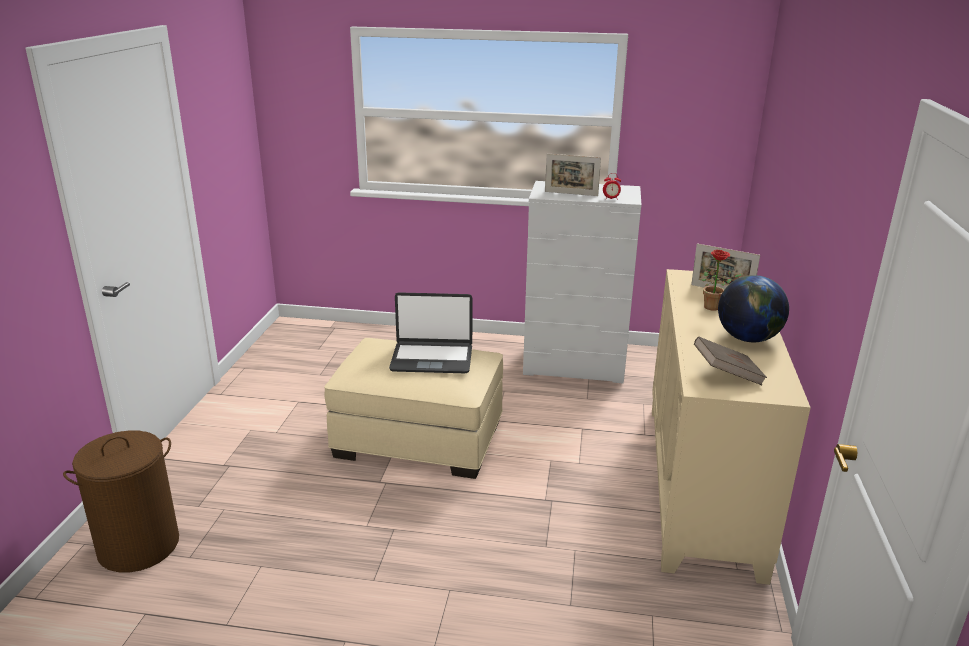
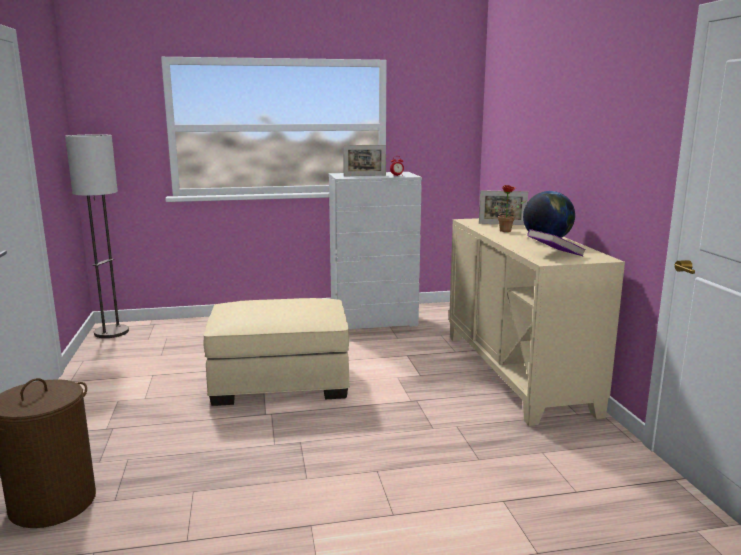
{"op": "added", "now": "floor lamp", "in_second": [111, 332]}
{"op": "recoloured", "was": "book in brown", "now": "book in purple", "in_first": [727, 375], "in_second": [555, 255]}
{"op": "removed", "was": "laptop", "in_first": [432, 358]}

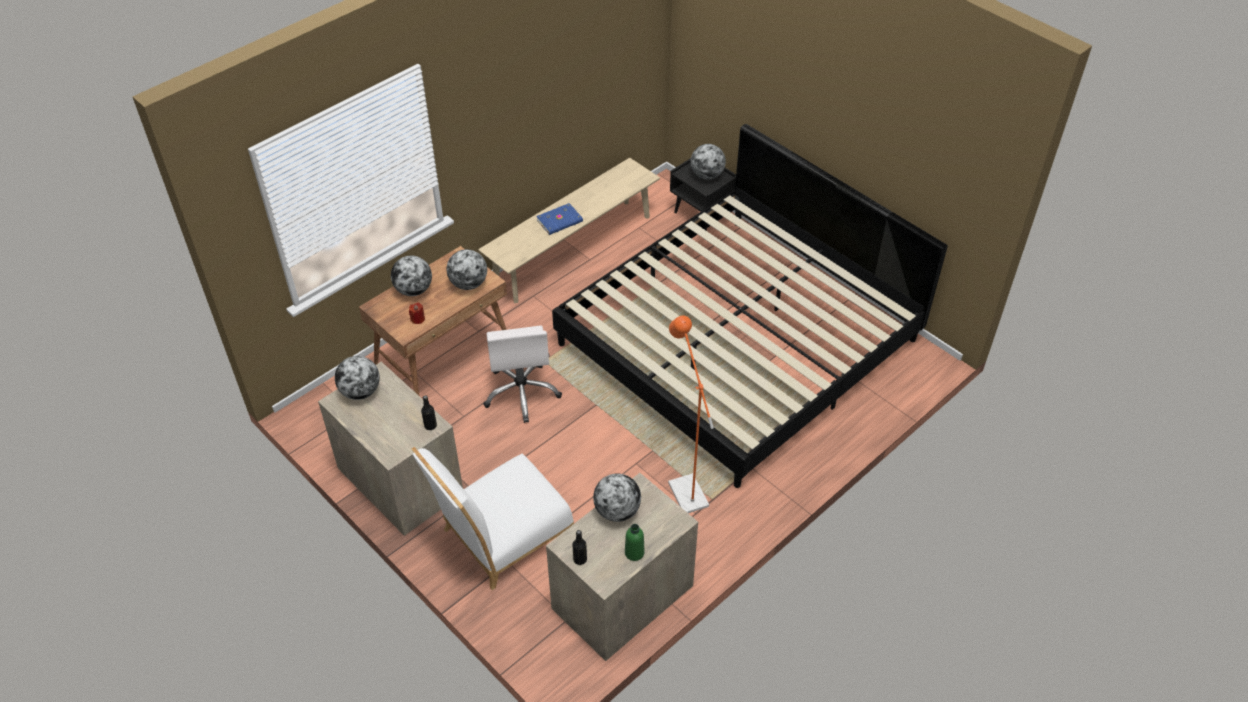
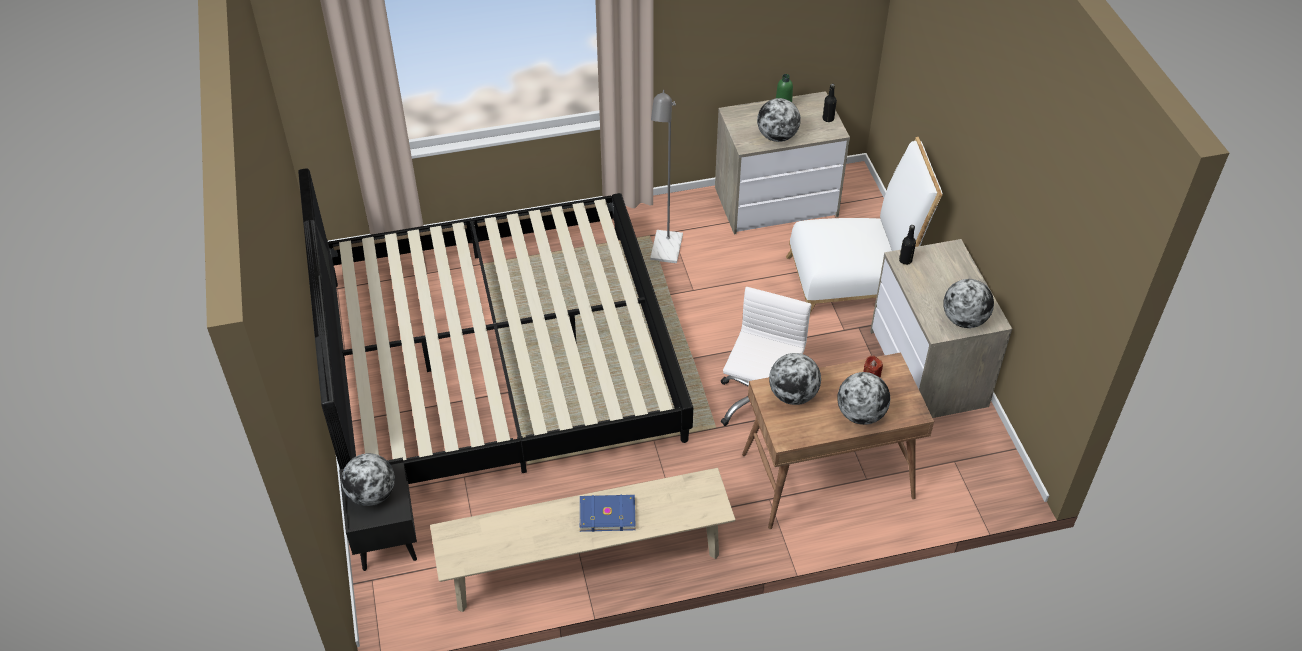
{"op": "recoloured", "was": "floor lamp in orange", "now": "floor lamp in grey", "in_first": [684, 488], "in_second": [665, 253]}

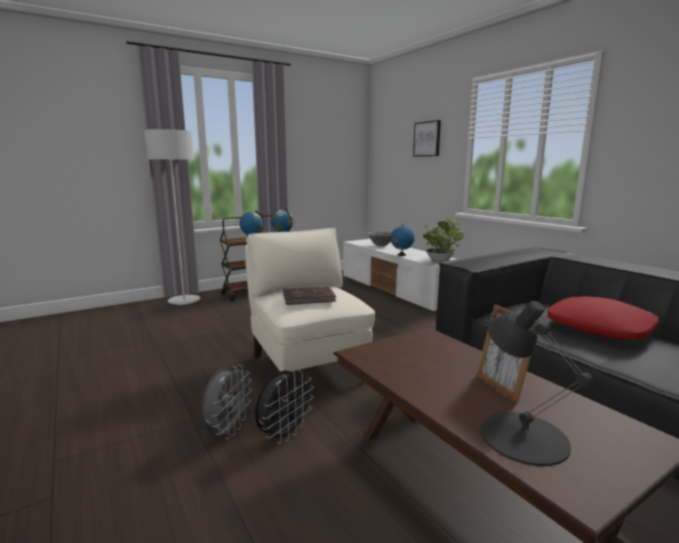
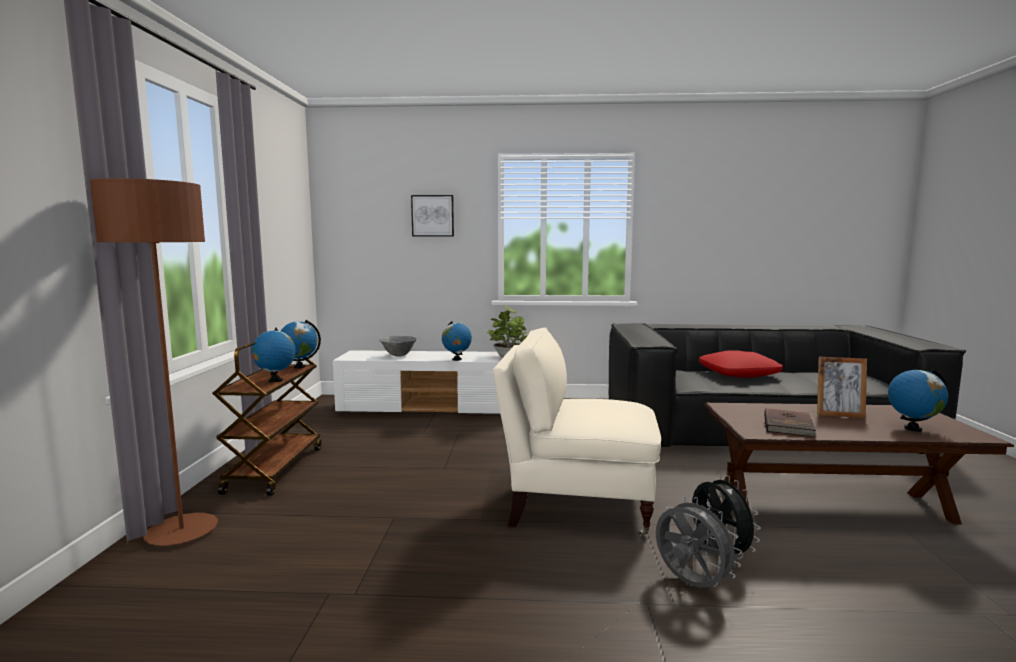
{"op": "recoloured", "was": "floor lamp in grey", "now": "floor lamp in brown", "in_first": [184, 301], "in_second": [182, 532]}
{"op": "moved", "was": "book in brown", "in_first": [309, 298], "in_second": [789, 425]}
{"op": "replaced", "was": "table lamp in black", "now": "globe", "in_first": [522, 436], "in_second": [913, 428]}

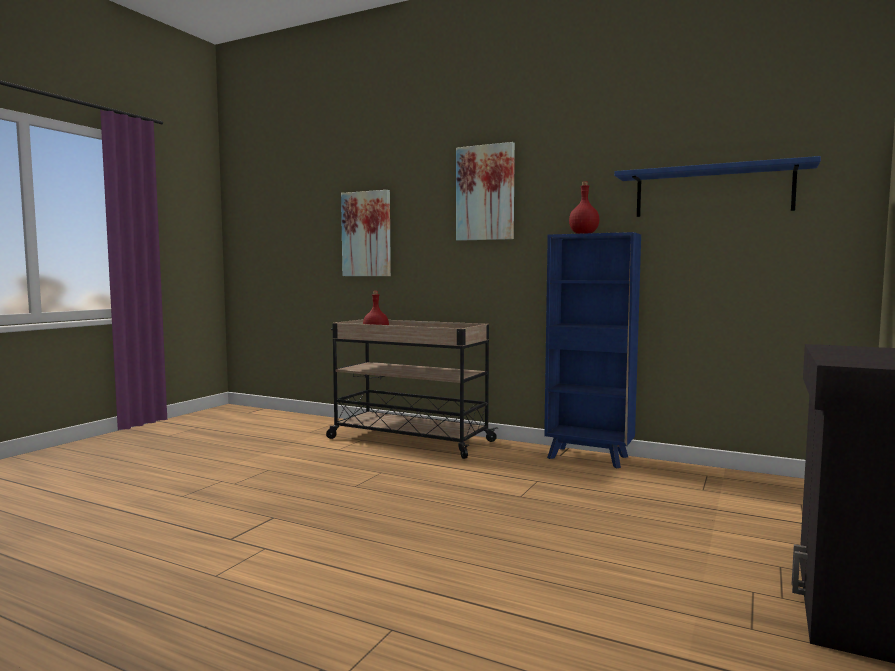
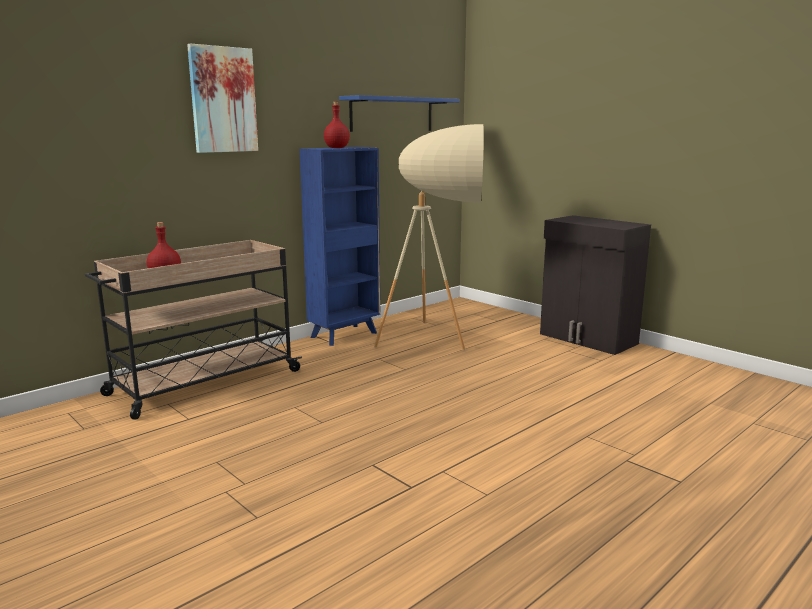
{"op": "added", "now": "floor lamp in beige", "in_second": [439, 340]}
{"op": "removed", "was": "picture", "in_first": [367, 234]}

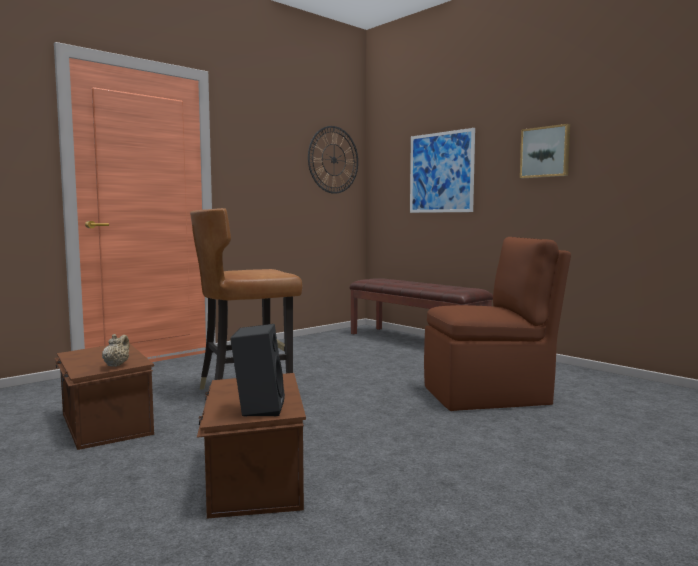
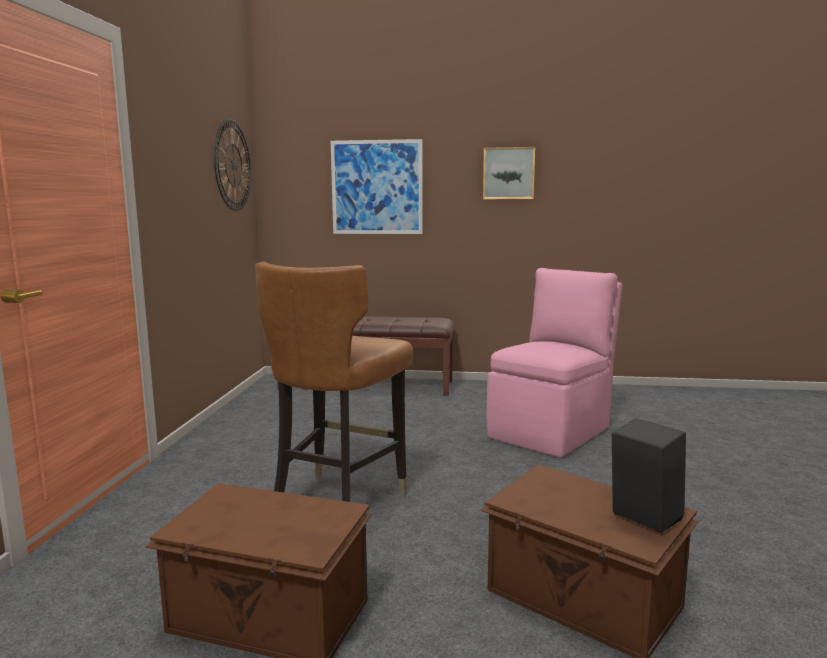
{"op": "recoloured", "was": "chair in brown", "now": "chair in pink", "in_first": [489, 396], "in_second": [551, 431]}
{"op": "removed", "was": "teapot in beige", "in_first": [116, 365]}

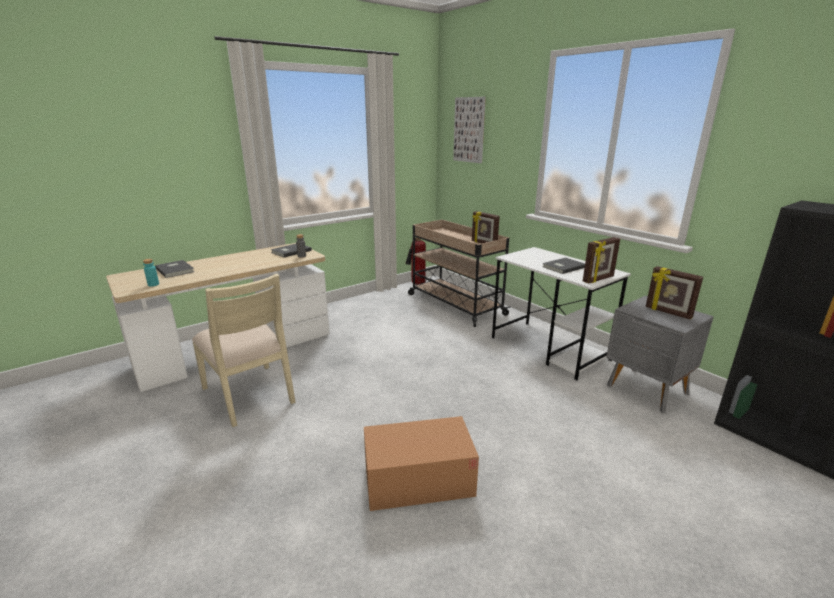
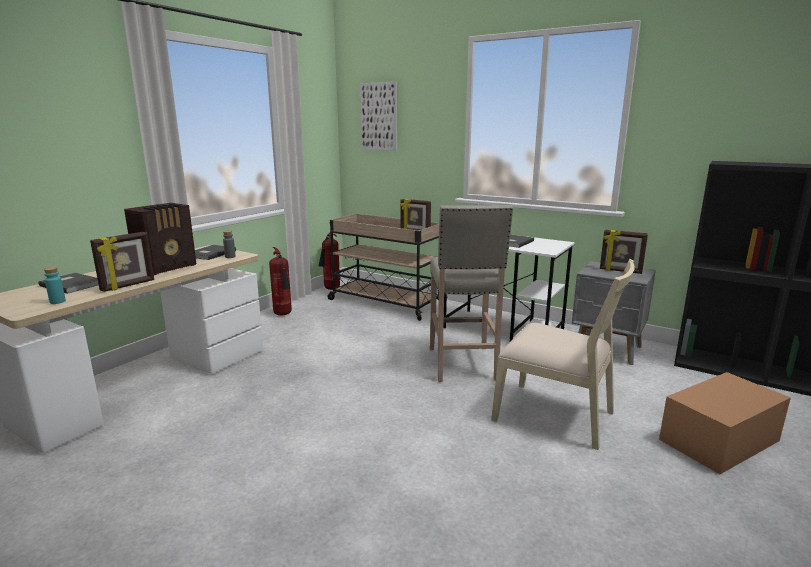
{"op": "moved", "was": "picture frame", "in_first": [598, 279], "in_second": [128, 285]}
{"op": "added", "now": "radio", "in_second": [168, 267]}
{"op": "added", "now": "fire extinguisher", "in_second": [284, 315]}
{"op": "added", "now": "stool in beige", "in_second": [462, 364]}
{"op": "moved", "was": "chair in beige", "in_first": [250, 394], "in_second": [555, 415]}
{"op": "moved", "was": "cardboard box", "in_first": [418, 480], "in_second": [719, 440]}

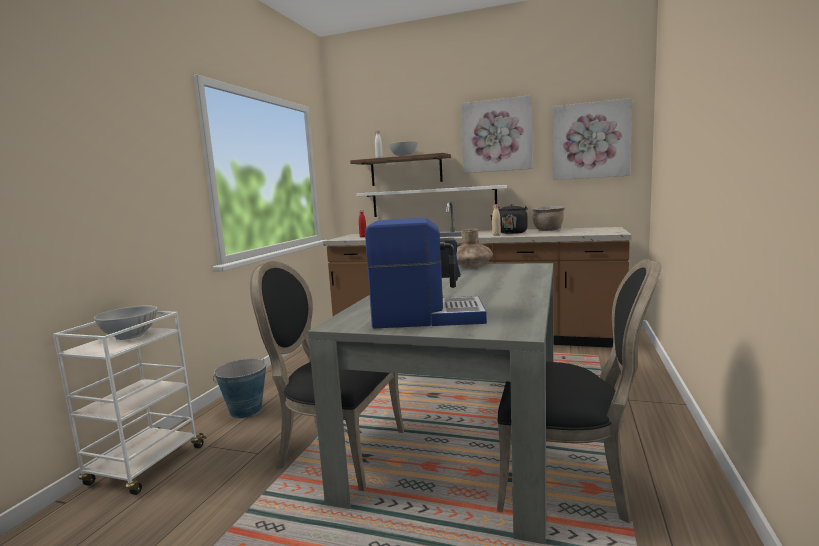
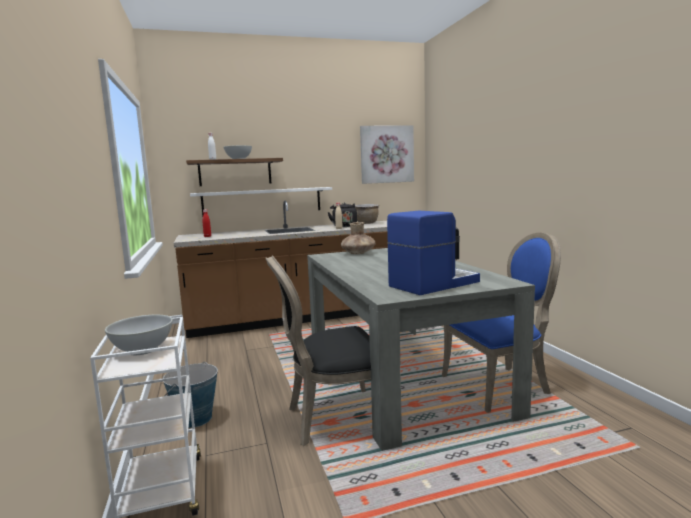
{"op": "recoloured", "was": "chair in black", "now": "chair in blue", "in_first": [568, 482], "in_second": [499, 386]}
{"op": "removed", "was": "picture", "in_first": [496, 136]}

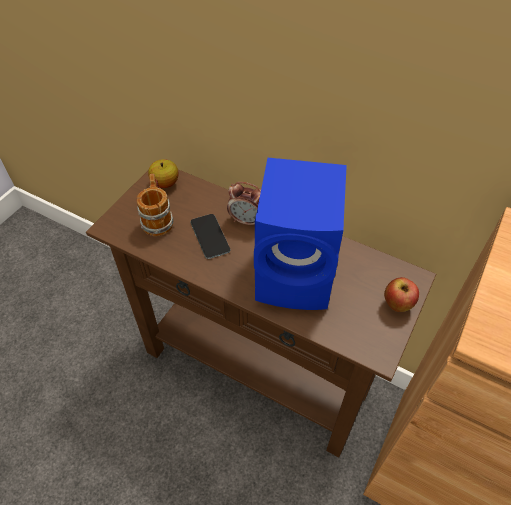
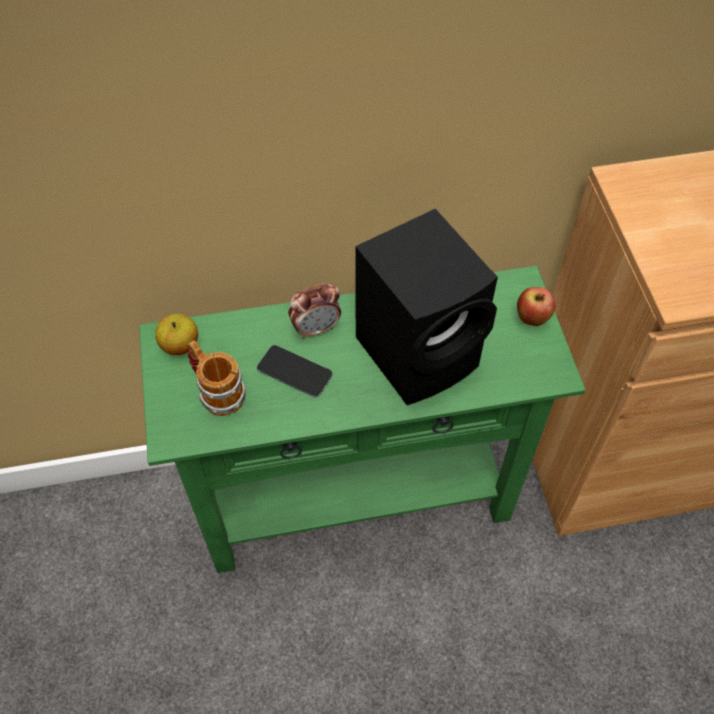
{"op": "recoloured", "was": "console table in brown", "now": "console table in green", "in_first": [255, 371], "in_second": [357, 499]}
{"op": "recoloured", "was": "speaker in blue", "now": "speaker in black", "in_first": [298, 275], "in_second": [421, 351]}

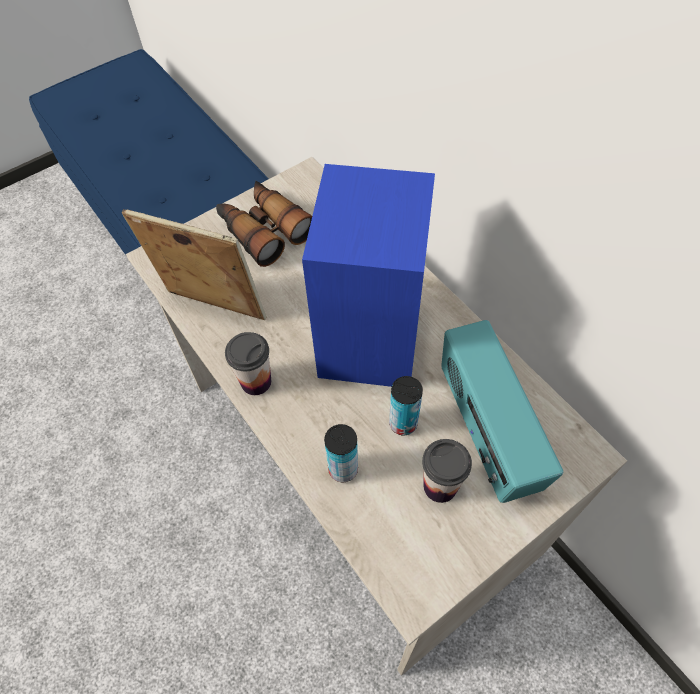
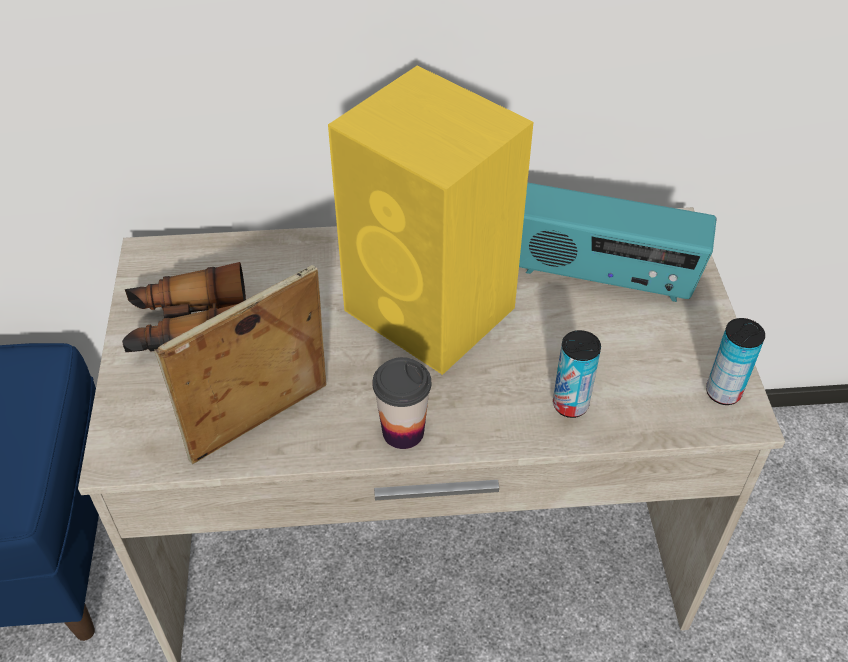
{"op": "recoloured", "was": "speaker in blue", "now": "speaker in yellow", "in_first": [369, 342], "in_second": [432, 311]}
{"op": "moved", "was": "can", "in_first": [403, 423], "in_second": [723, 392]}
{"op": "removed", "was": "cup", "in_first": [440, 486]}

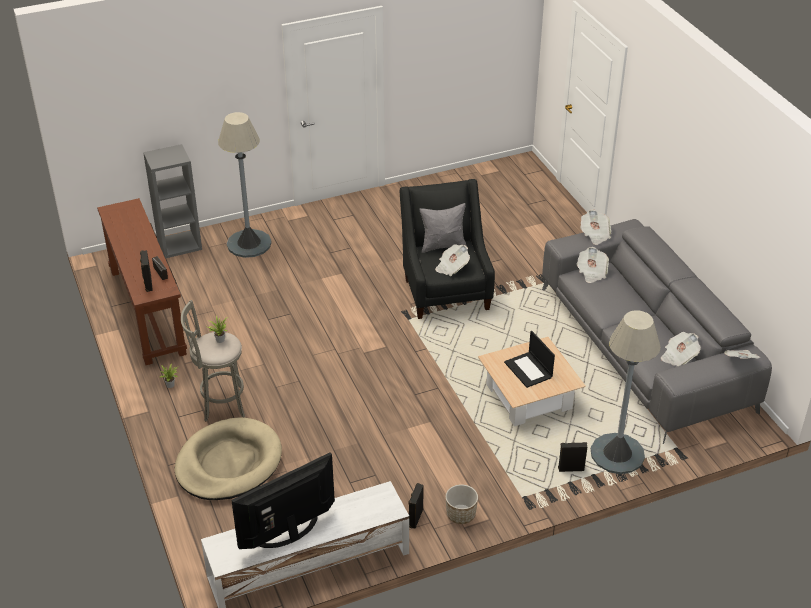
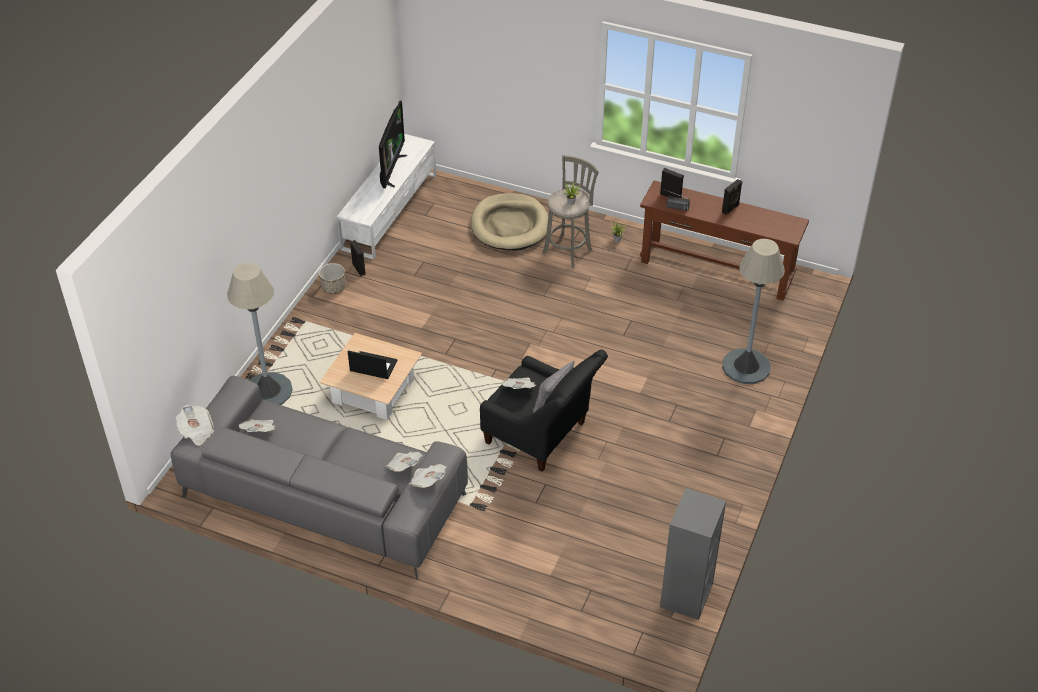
{"op": "moved", "was": "bookcase in grey", "in_first": [180, 244], "in_second": [687, 595]}
{"op": "moved", "was": "speaker in black", "in_first": [571, 468], "in_second": [731, 209]}

